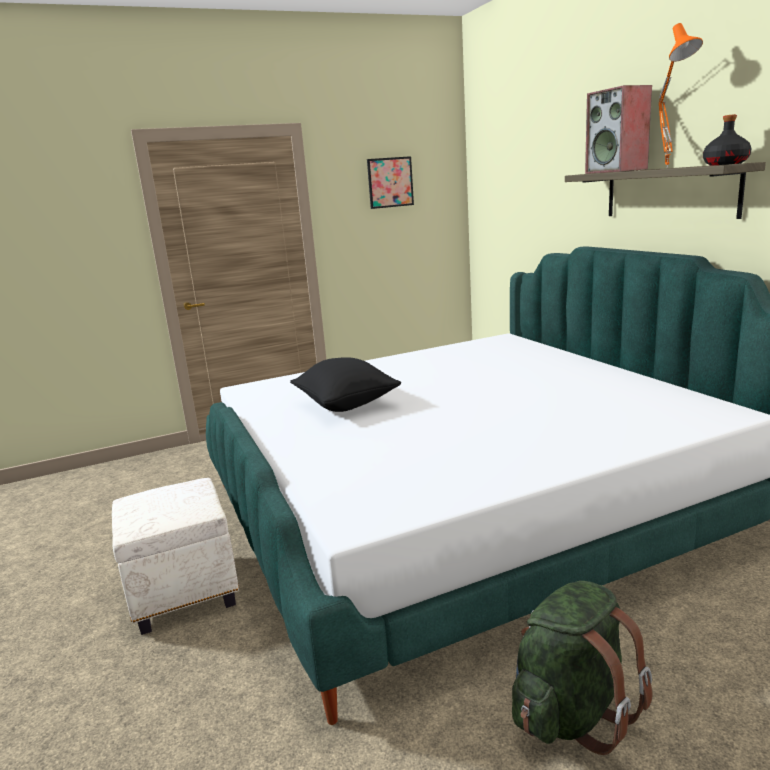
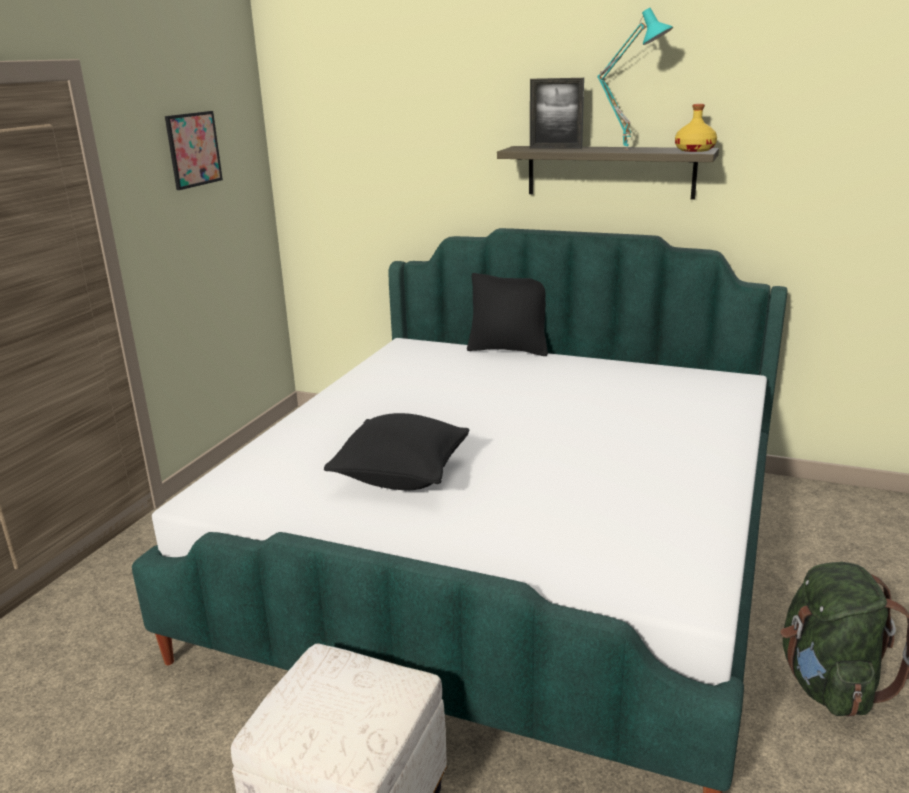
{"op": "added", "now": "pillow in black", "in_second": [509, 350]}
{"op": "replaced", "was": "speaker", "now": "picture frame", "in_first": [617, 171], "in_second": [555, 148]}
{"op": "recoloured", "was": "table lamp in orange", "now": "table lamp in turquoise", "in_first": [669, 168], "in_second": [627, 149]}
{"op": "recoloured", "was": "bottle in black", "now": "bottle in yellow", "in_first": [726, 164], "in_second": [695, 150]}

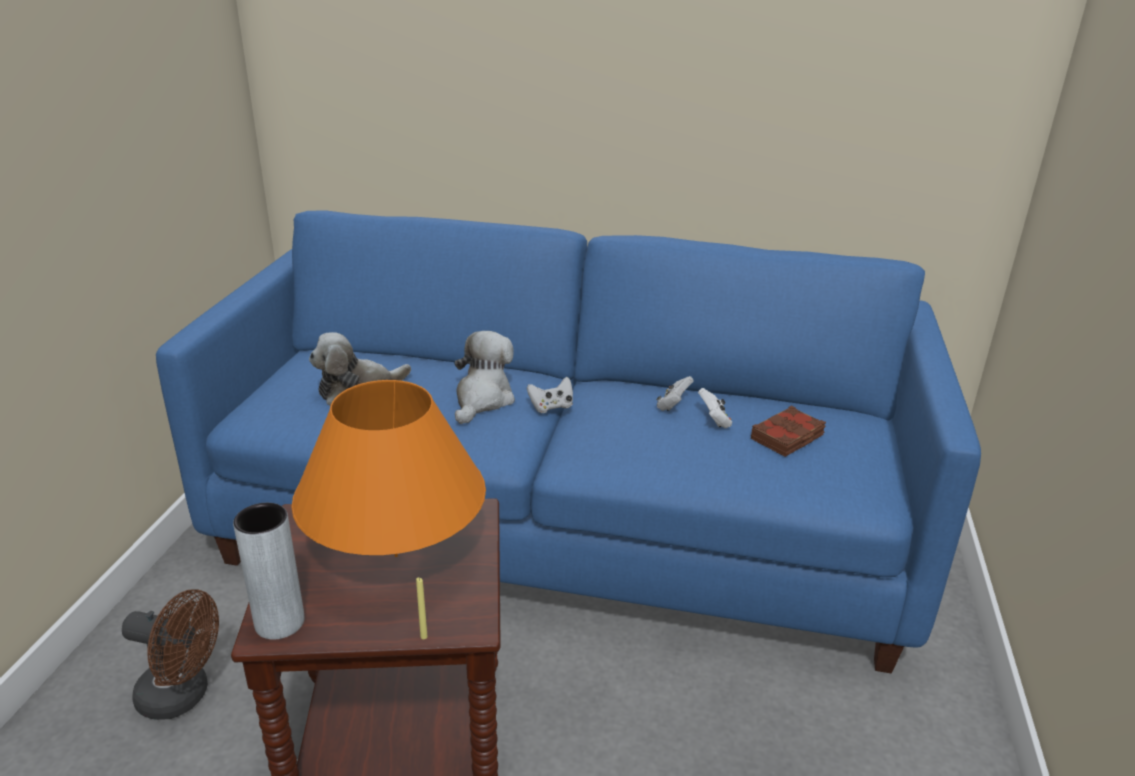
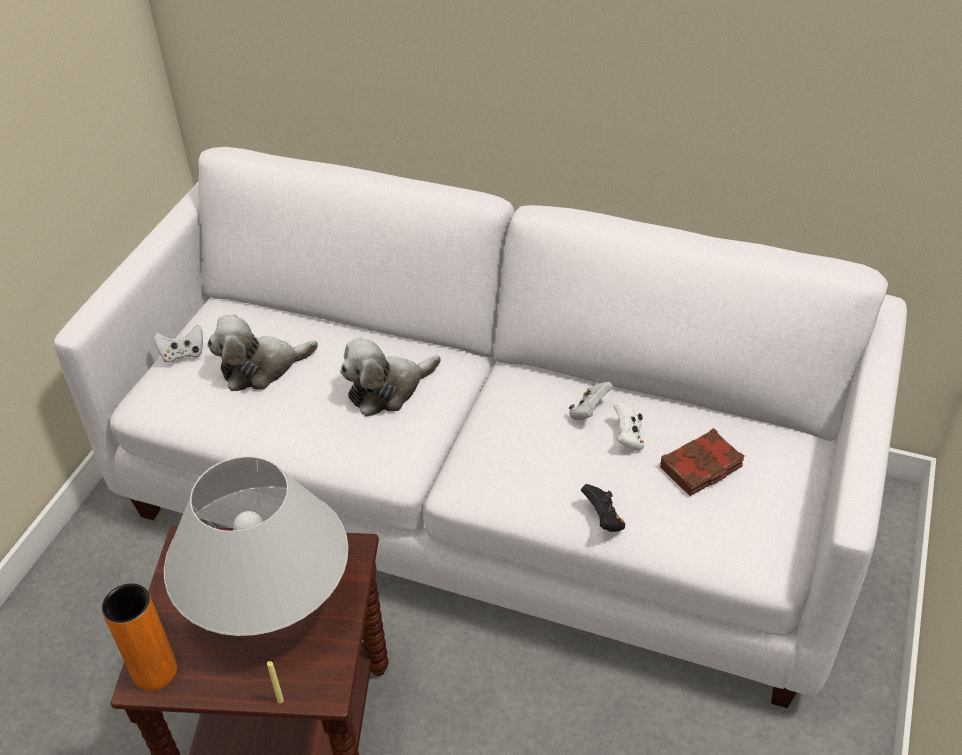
{"op": "recoloured", "was": "sofa in blue", "now": "sofa in white", "in_first": [566, 528], "in_second": [486, 499]}
{"op": "recoloured", "was": "vase in grey", "now": "vase in orange", "in_first": [279, 622], "in_second": [155, 671]}
{"op": "moved", "was": "game controller in white", "in_first": [551, 407], "in_second": [183, 354]}
{"op": "recoloured", "was": "table lamp in orange", "now": "table lamp in white", "in_first": [396, 555], "in_second": [268, 600]}
{"op": "turned", "was": "plush toy", "in_first": [482, 399], "in_second": [388, 390], "clockwise": -150}
{"op": "added", "now": "game controller in black", "in_second": [603, 519]}
{"op": "removed", "was": "fan in brown", "in_first": [183, 696]}

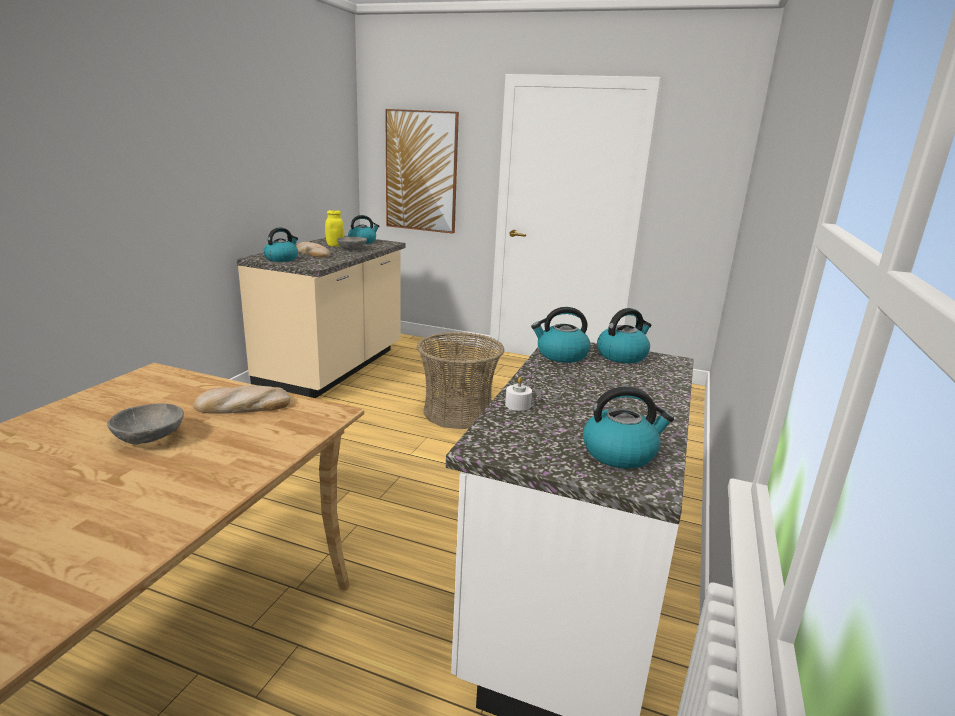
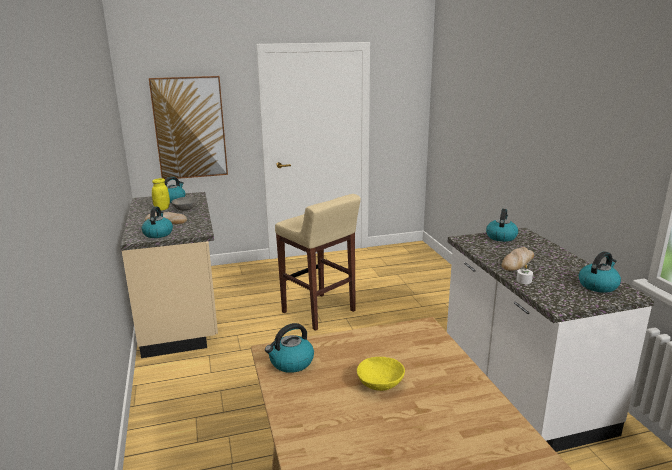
{"op": "moved", "was": "kettle", "in_first": [561, 355], "in_second": [291, 363]}
{"op": "replaced", "was": "basket", "now": "stool in beige", "in_first": [458, 413], "in_second": [319, 312]}
{"op": "recoloured", "was": "bowl in grey", "now": "bowl in yellow", "in_first": [150, 439], "in_second": [381, 384]}
{"op": "moved", "was": "bread", "in_first": [243, 406], "in_second": [517, 262]}

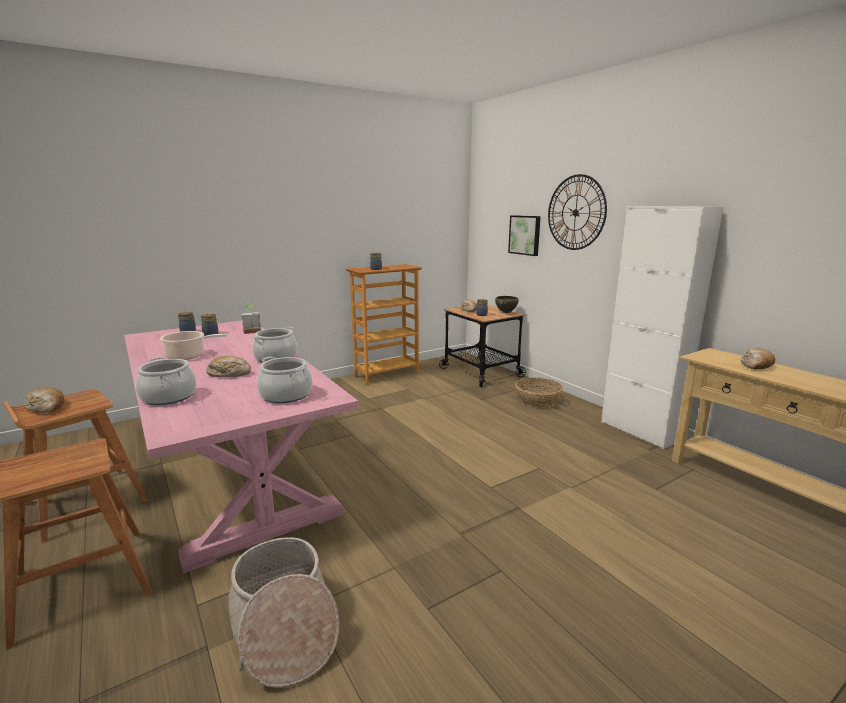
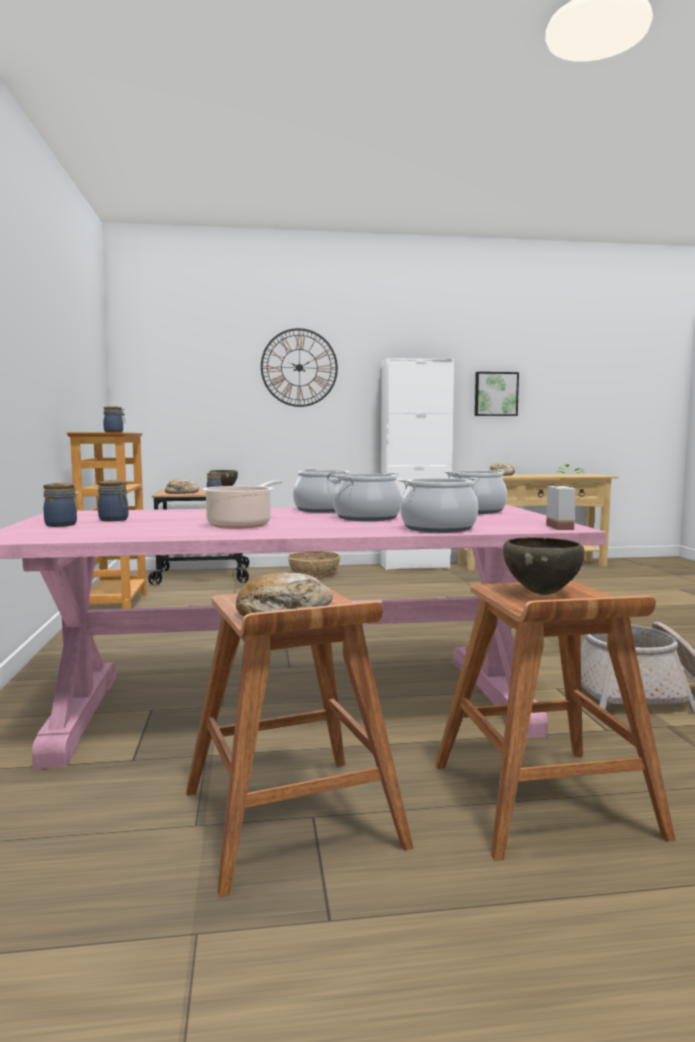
{"op": "replaced", "was": "bread", "now": "cooking pot", "in_first": [229, 373], "in_second": [367, 518]}
{"op": "moved", "was": "picture", "in_first": [525, 235], "in_second": [495, 394]}
{"op": "added", "now": "bowl in brown", "in_second": [542, 594]}
{"op": "moved", "was": "potted plant", "in_first": [252, 333], "in_second": [567, 527]}

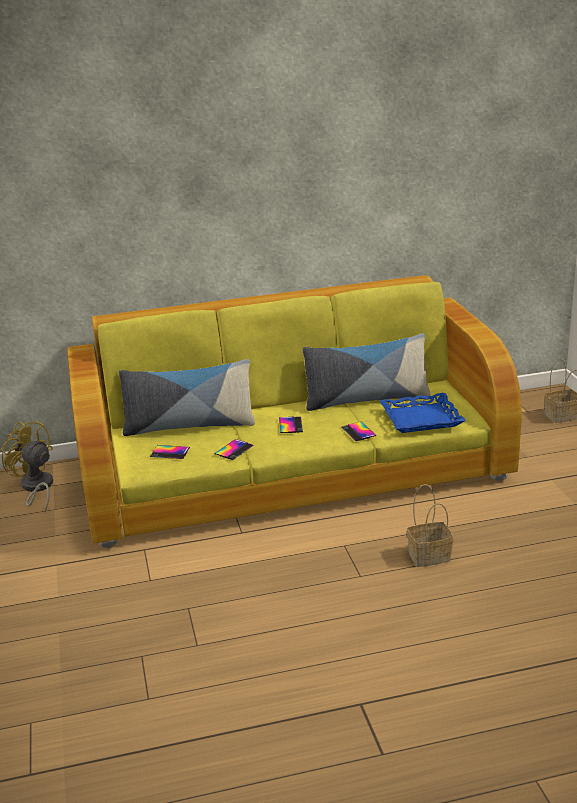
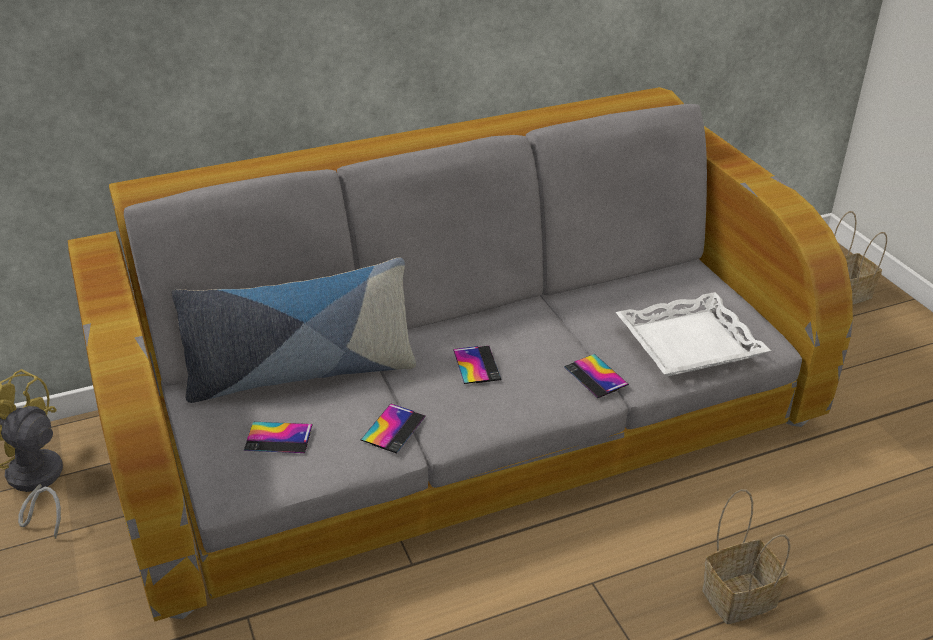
{"op": "recoloured", "was": "sofa in green", "now": "sofa in grey", "in_first": [293, 470], "in_second": [468, 420]}
{"op": "recoloured", "was": "tray in blue", "now": "tray in white", "in_first": [421, 418], "in_second": [688, 342]}
{"op": "removed", "was": "pillow", "in_first": [366, 399]}

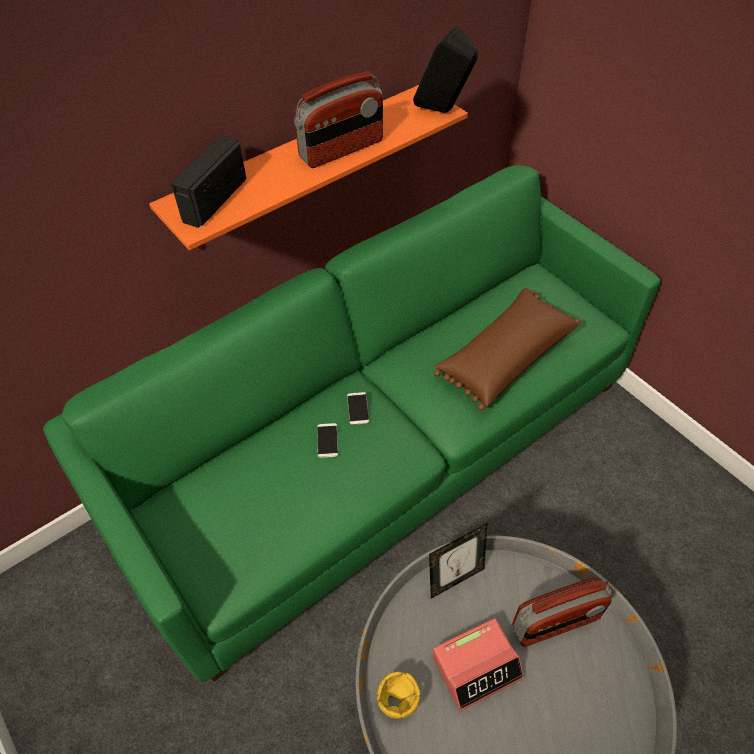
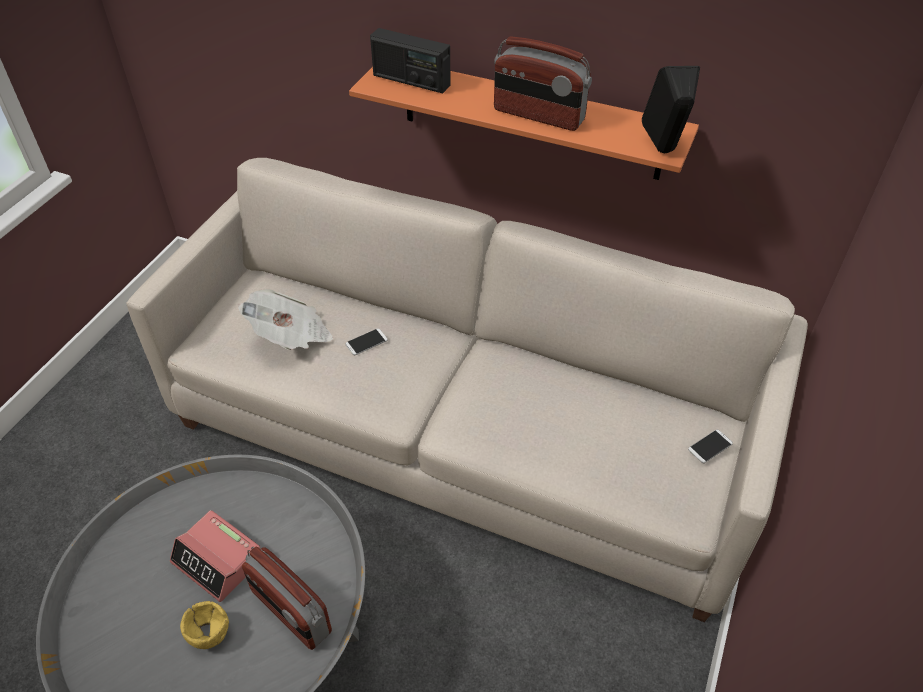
{"op": "recoloured", "was": "sofa in green", "now": "sofa in beige", "in_first": [379, 450], "in_second": [463, 436]}
{"op": "moved", "was": "bowl in yellow", "in_first": [397, 701], "in_second": [209, 634]}
{"op": "added", "now": "newspaper", "in_second": [291, 336]}
{"op": "turned", "was": "radio", "in_first": [214, 200], "in_second": [411, 80], "clockwise": -150}
{"op": "moved", "was": "phone", "in_first": [358, 408], "in_second": [710, 446]}
{"op": "removed", "was": "picture frame", "in_first": [455, 579]}
{"op": "removed", "was": "pillow in brown", "in_first": [504, 357]}

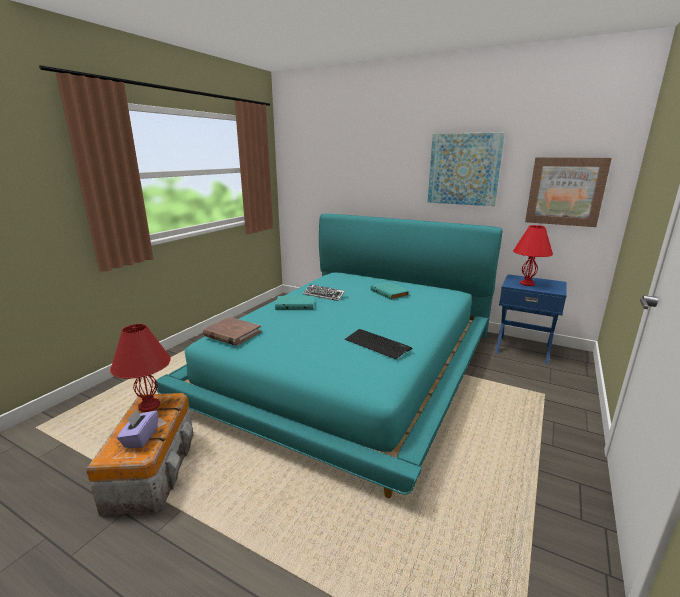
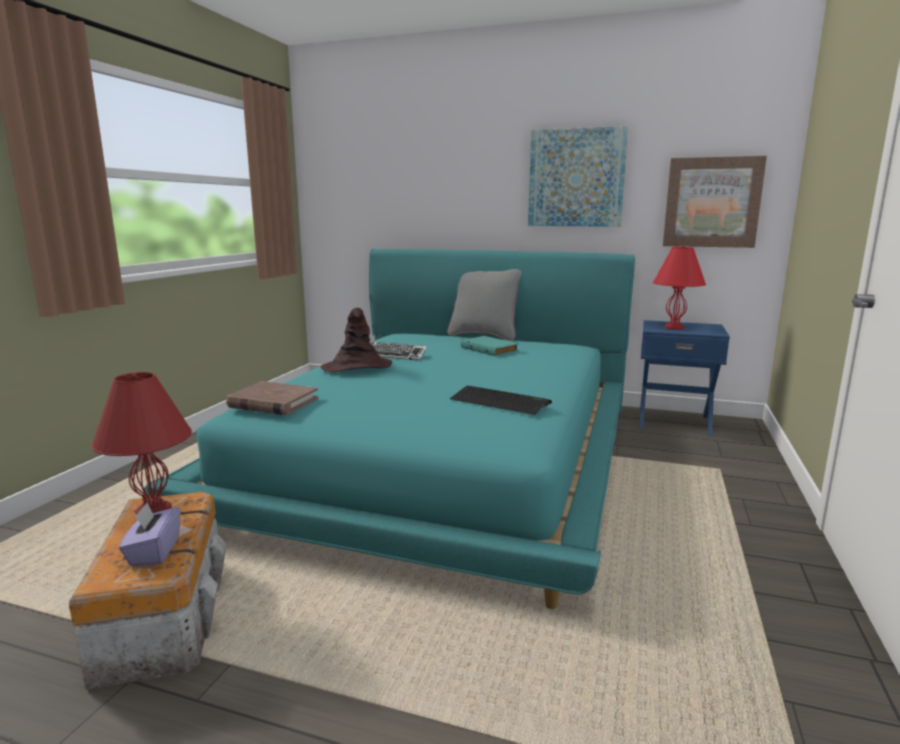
{"op": "replaced", "was": "book in turquoise", "now": "hat in brown", "in_first": [295, 305], "in_second": [357, 367]}
{"op": "added", "now": "pillow in grey", "in_second": [483, 335]}

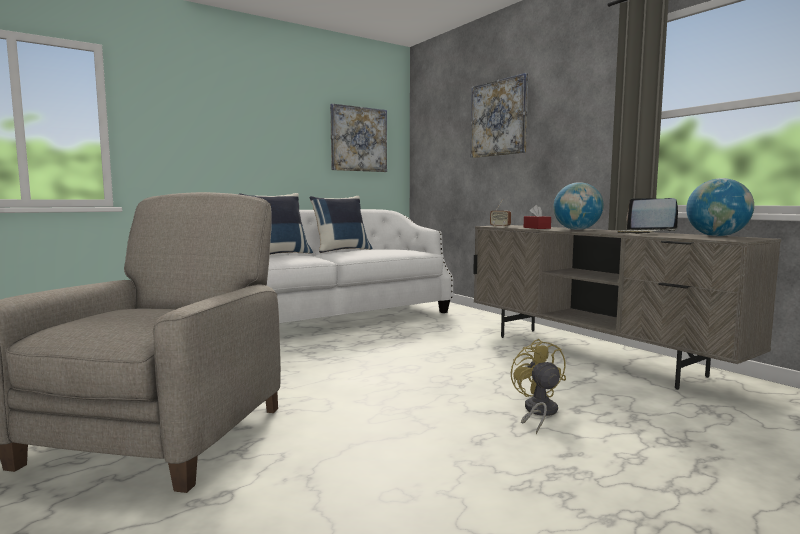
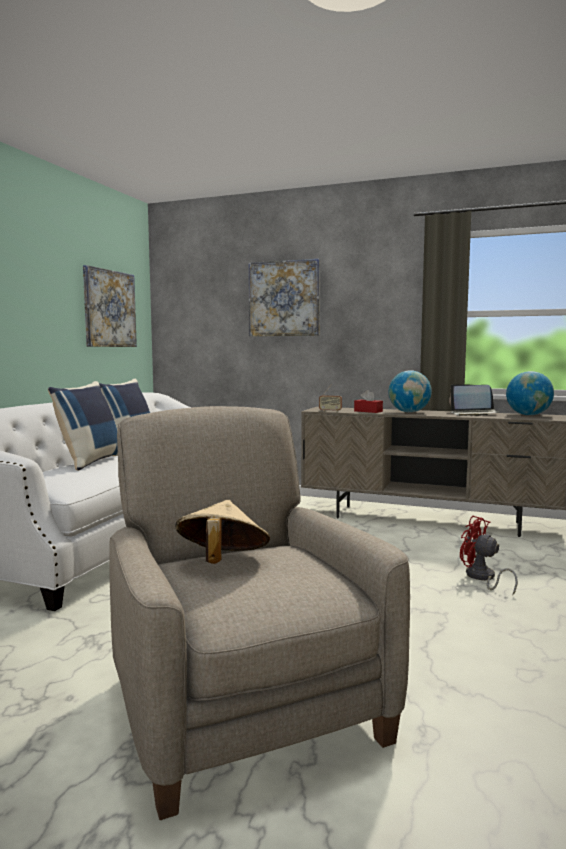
{"op": "added", "now": "hat in beige", "in_second": [222, 562]}
{"op": "recoloured", "was": "fan in yellow", "now": "fan in red", "in_first": [538, 412], "in_second": [482, 578]}

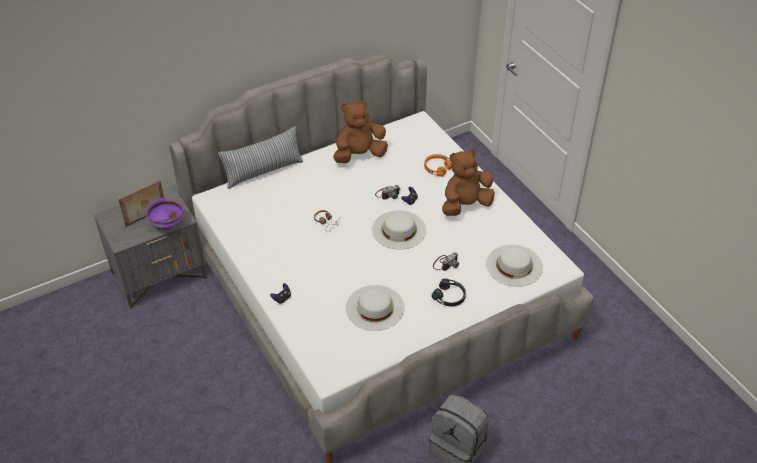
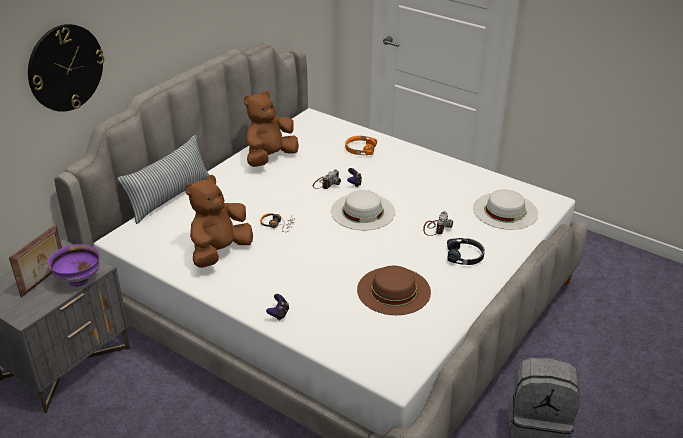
{"op": "added", "now": "wall clock", "in_second": [65, 68]}
{"op": "moved", "was": "plush toy in brown", "in_first": [465, 205], "in_second": [219, 252]}
{"op": "recoloured", "was": "hat in white", "now": "hat in brown", "in_first": [375, 307], "in_second": [393, 290]}

